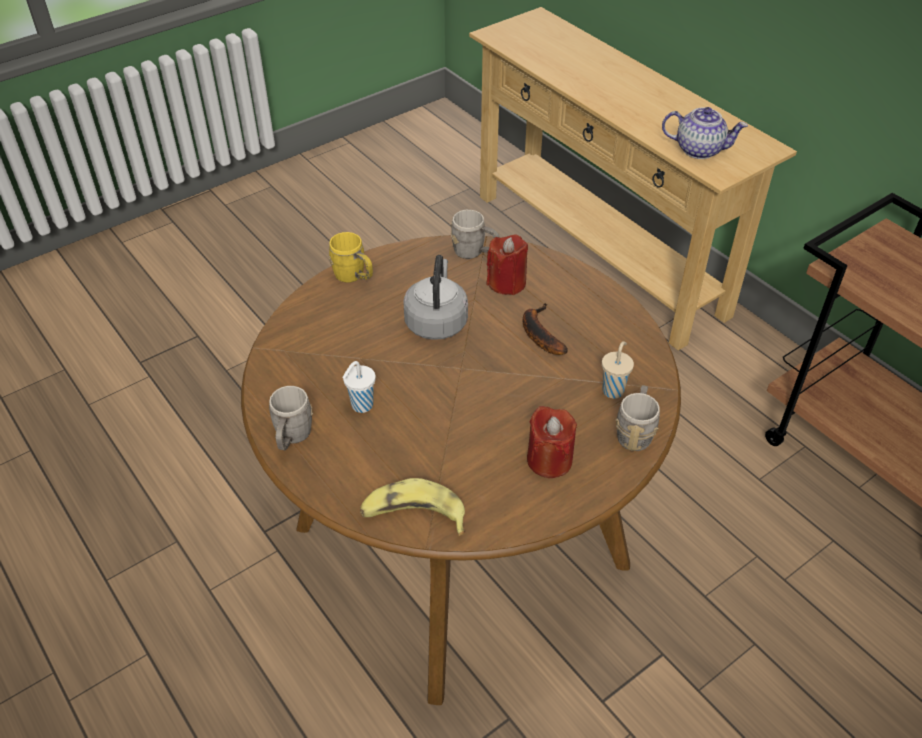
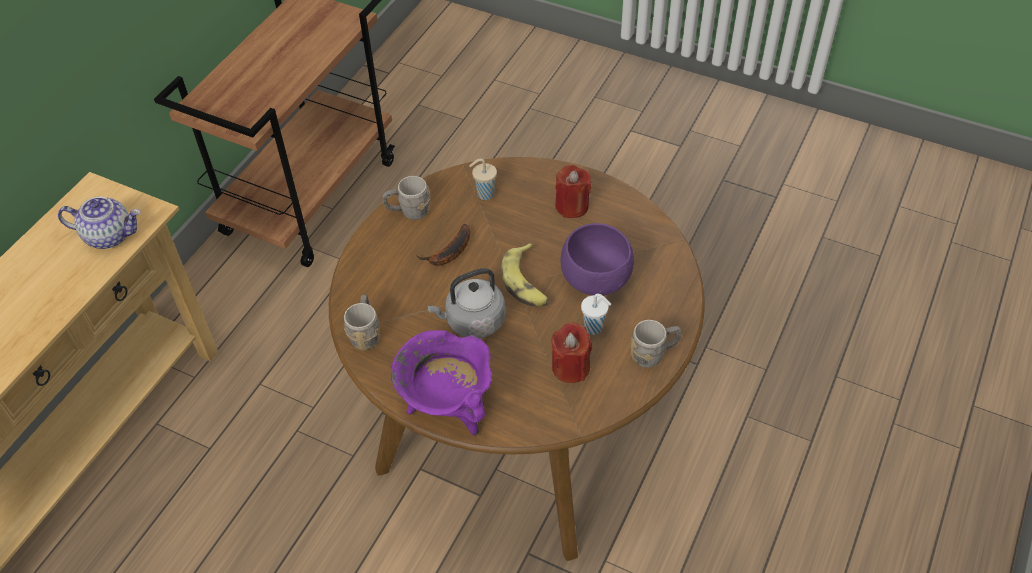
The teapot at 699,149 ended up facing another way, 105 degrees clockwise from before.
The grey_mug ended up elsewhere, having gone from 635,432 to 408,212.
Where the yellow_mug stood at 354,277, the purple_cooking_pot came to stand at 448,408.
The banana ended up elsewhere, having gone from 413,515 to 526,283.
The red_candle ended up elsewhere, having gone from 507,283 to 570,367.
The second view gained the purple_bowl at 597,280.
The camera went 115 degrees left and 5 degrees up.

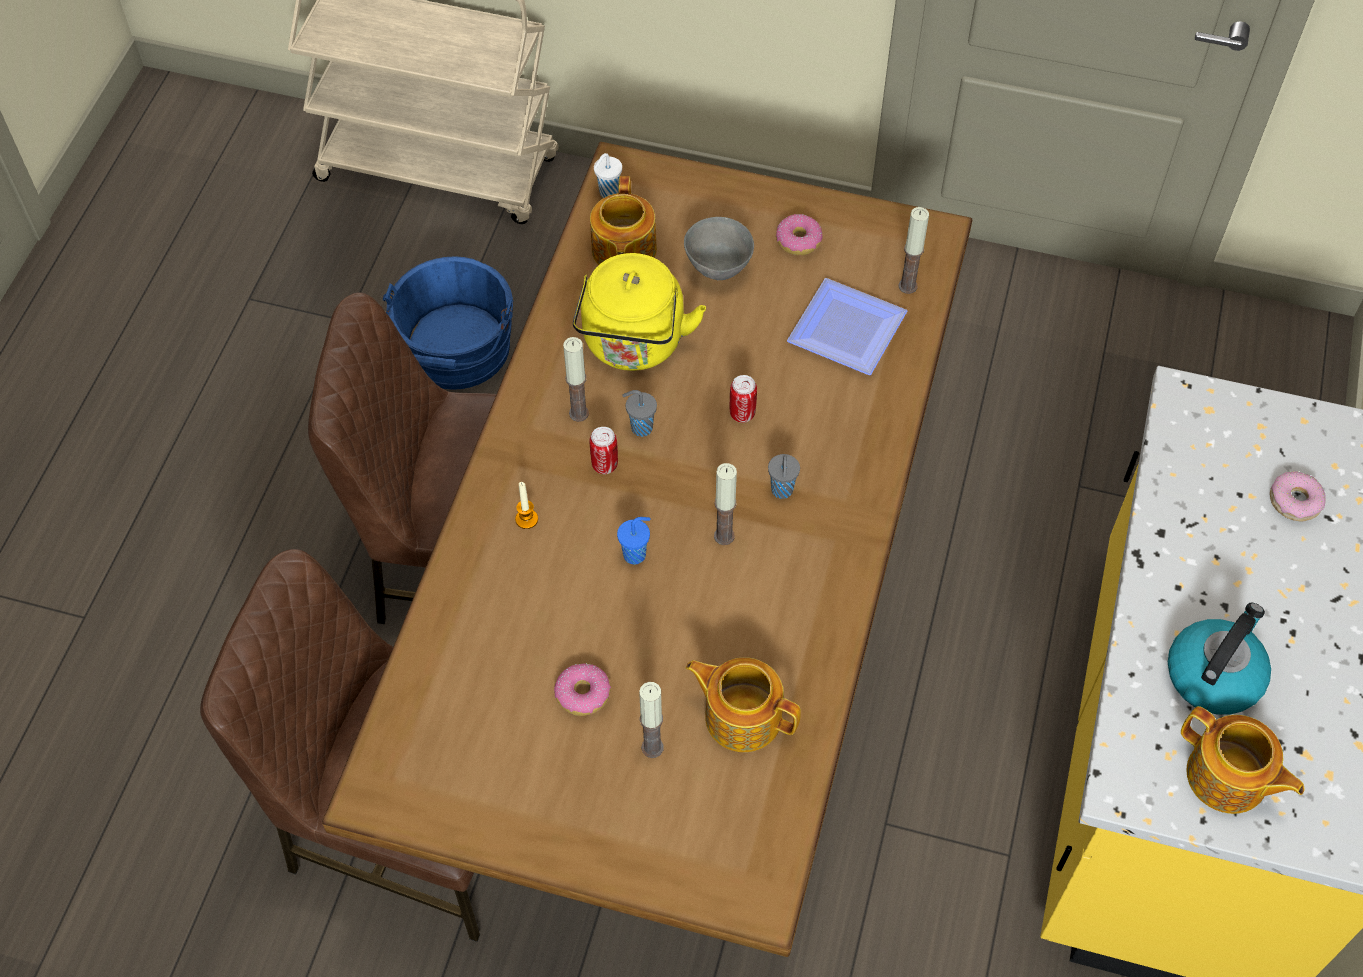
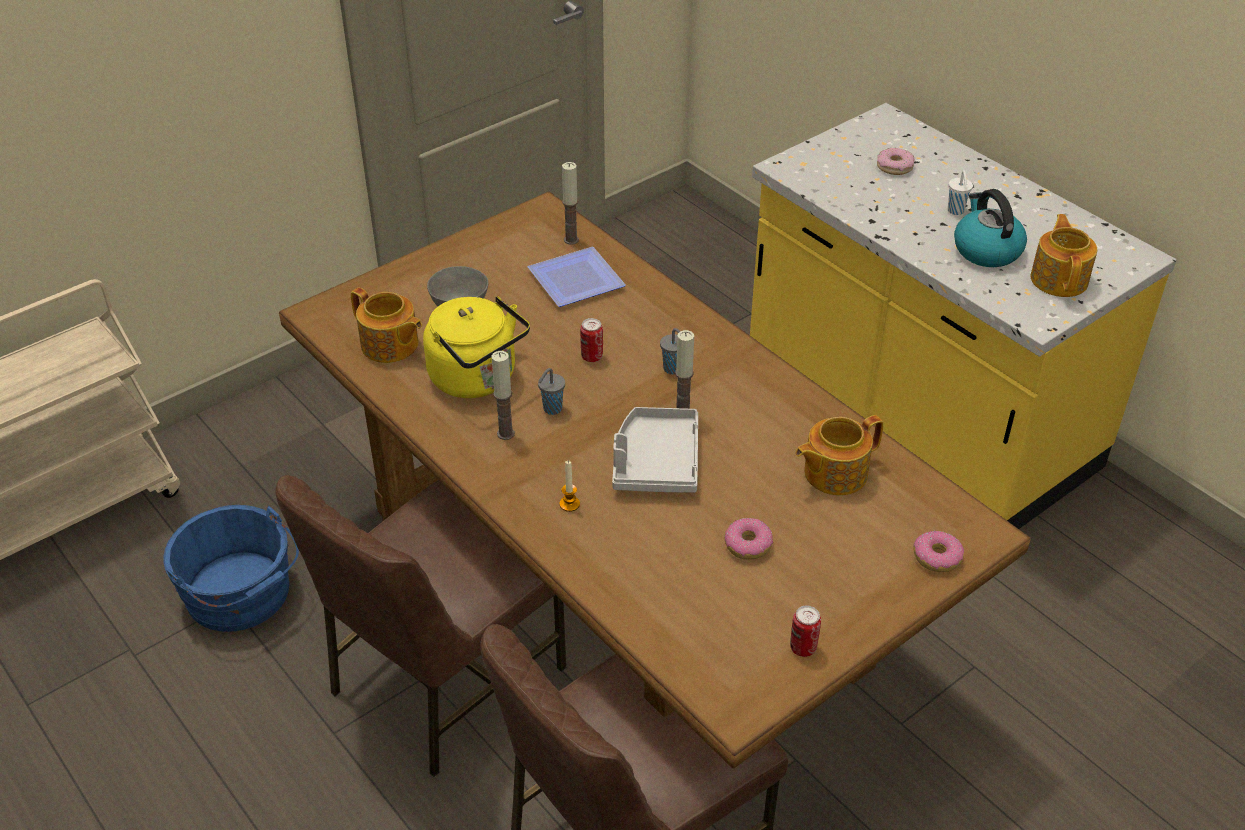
Where the blue_cup stood at 636,554, the grey_tray came to stand at 655,462.
The can ended up elsewhere, having gone from 604,465 to 803,648.
The donut ended up elsewhere, having gone from 798,241 to 937,557.
The white_cup ended up elsewhere, having gone from 608,193 to 956,211.
The teapot at 1227,778 ended up facing another way, 75 degrees counterclockwise from before.
The second view lost the candle at 652,747.
The camera went 55 degrees left and 15 degrees down.

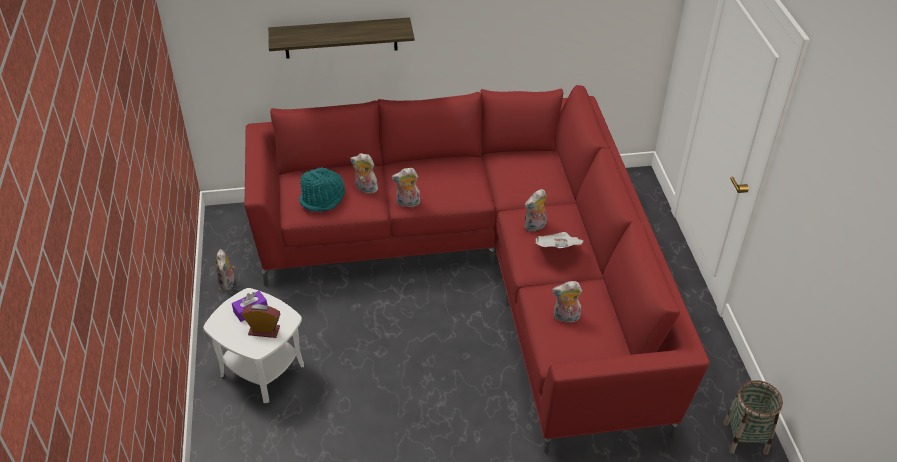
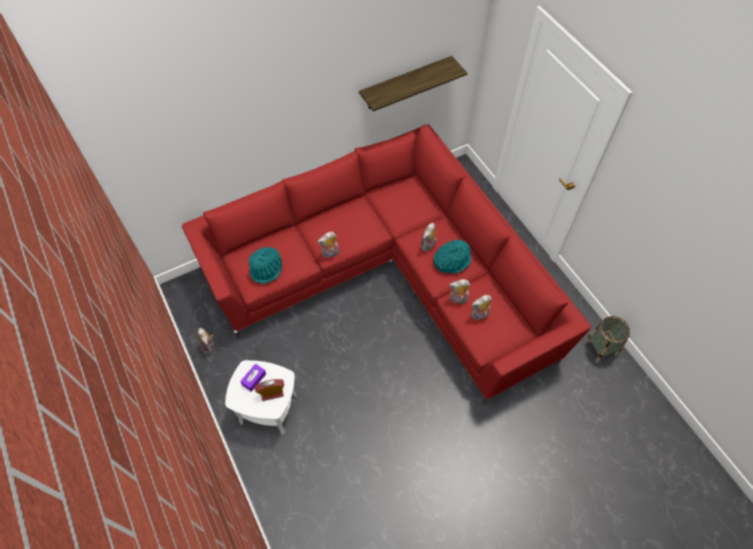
The shelf ended up elsewhere, having gone from 341,38 to 405,83.
Where the newspaper stood at 557,249, the turquoise_hat came to stand at 451,261.
The plush_toy ended up elsewhere, having gone from 365,189 to 458,299.
The camera went 20 degrees left and 15 degrees up.

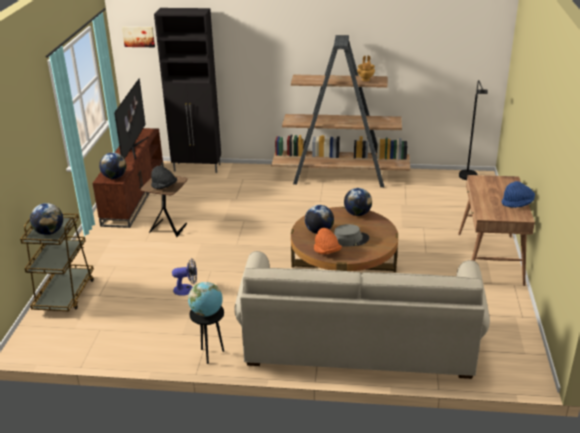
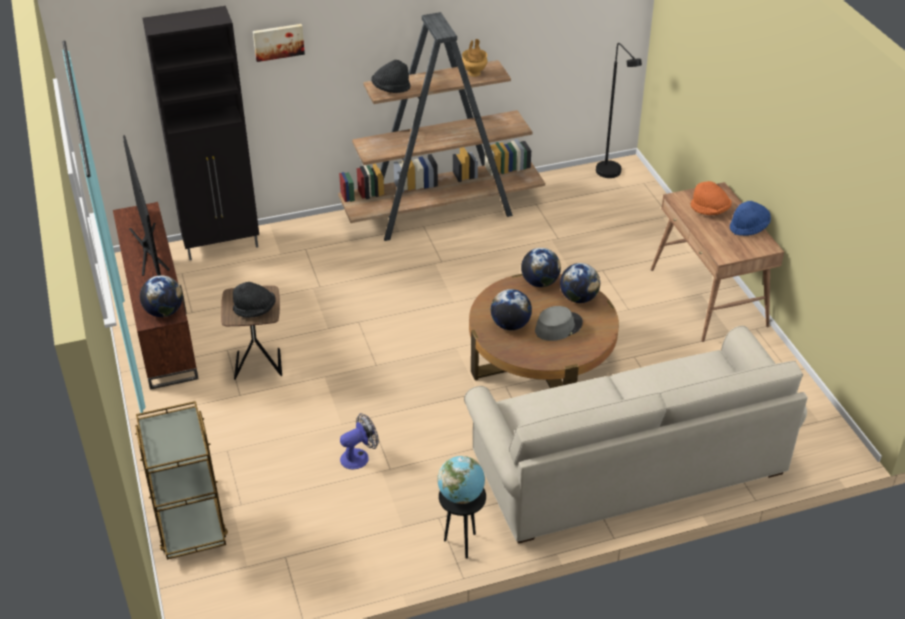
The picture ended up elsewhere, having gone from 139,36 to 278,41.
The second view gained the black_hat at 391,89.
The globe ended up elsewhere, having gone from 49,232 to 578,298.
The orange_hat ended up elsewhere, having gone from 327,251 to 710,210.
The camera went 25 degrees left and 10 degrees up.

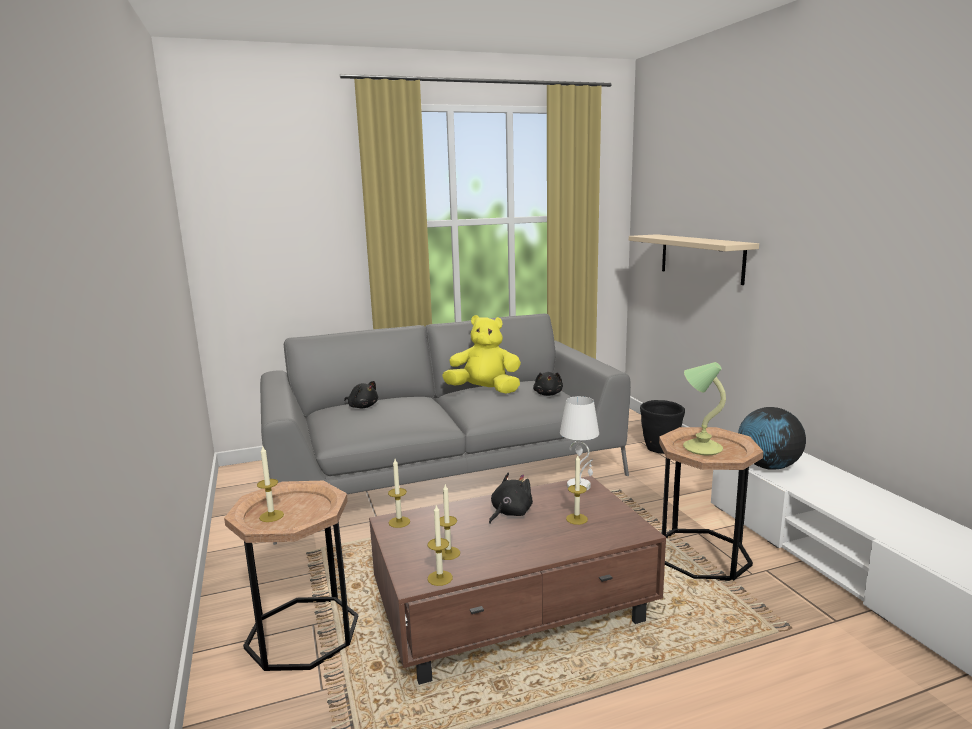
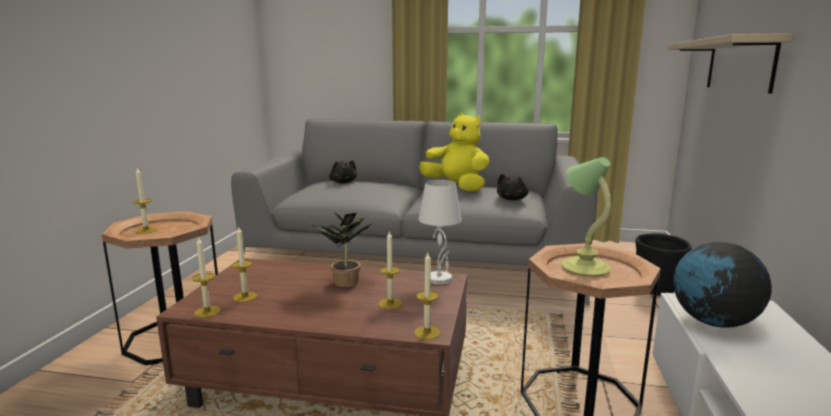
Where the black_plush_toy stood at 509,513, the potted_plant came to stand at 342,283.
The candle ended up elsewhere, having gone from 399,522 to 427,333.
The camera went 30 degrees right and 0 degrees up.

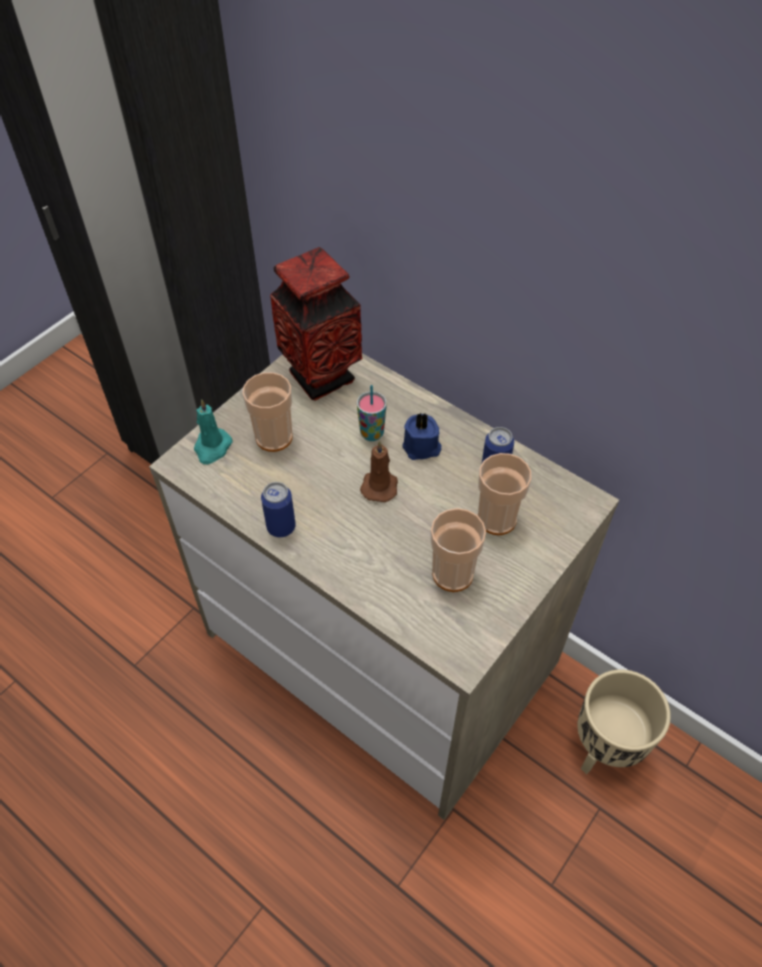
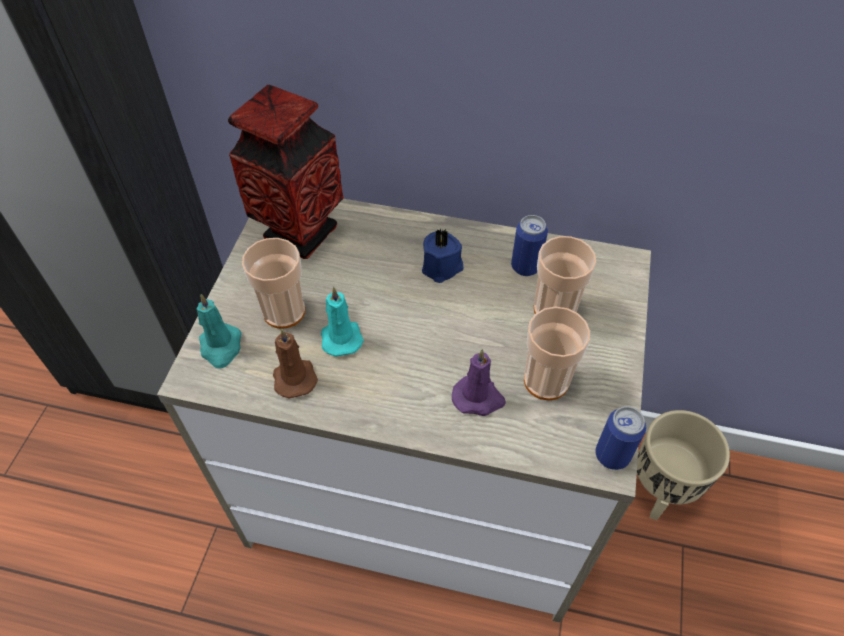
The brown_candle ended up elsewhere, having gone from 380,485 to 294,376.
The second view gained the turquoise_candle at 341,337.
The second view gained the purple_candle at 478,398.
The can ended up elsewhere, having gone from 281,527 to 612,455.
The second view lost the cup at 372,433.
The camera went 25 degrees left and 0 degrees up.

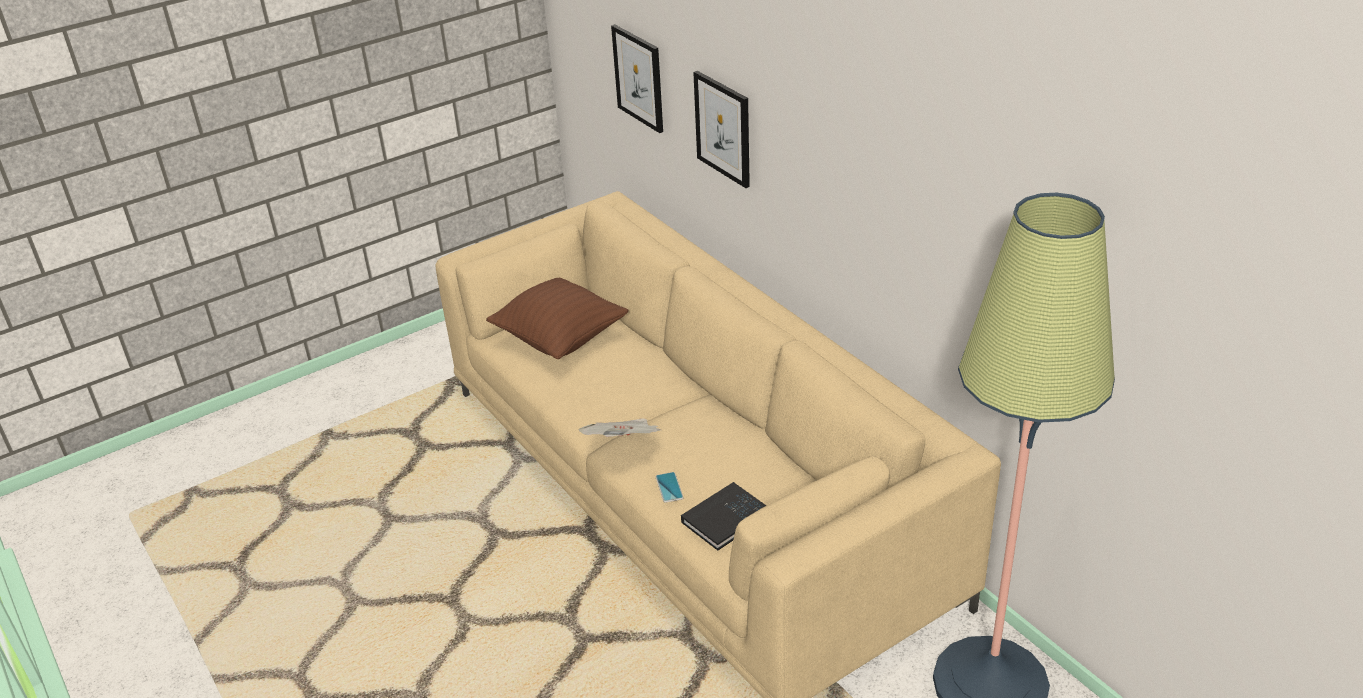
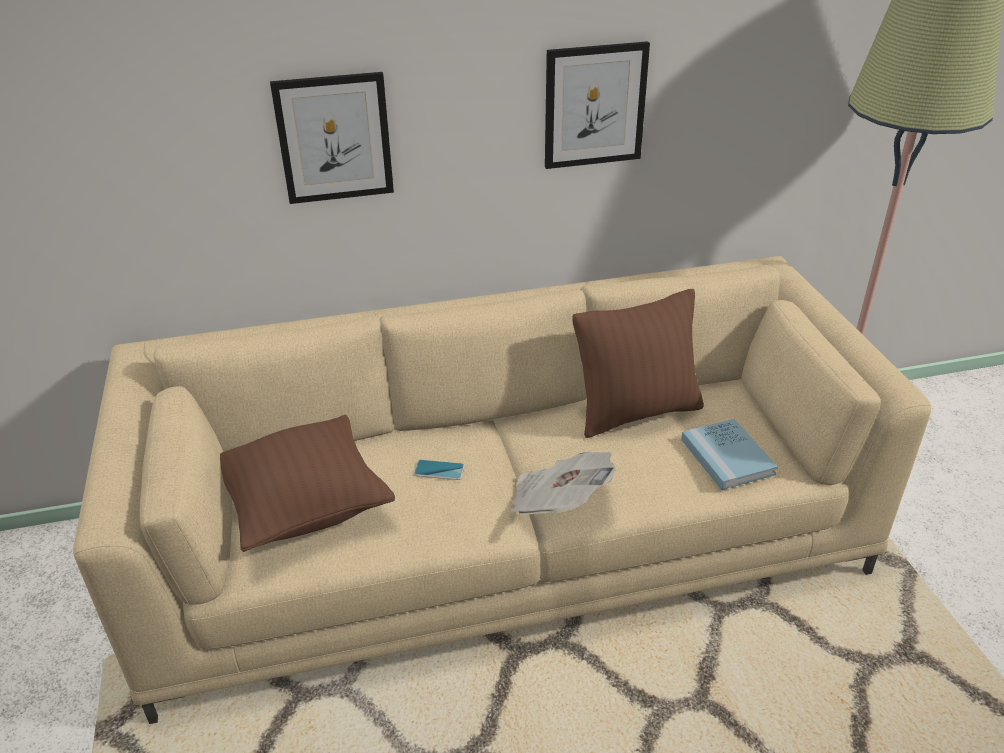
The phone ended up elsewhere, having gone from 669,487 to 439,470.
The picture ended up elsewhere, having gone from 639,78 to 594,105.
The second view gained the brown_pillow at 636,412.
What was the black_book at 725,519 turned into the blue_book at 727,457.
The camera went 70 degrees left and 0 degrees up.

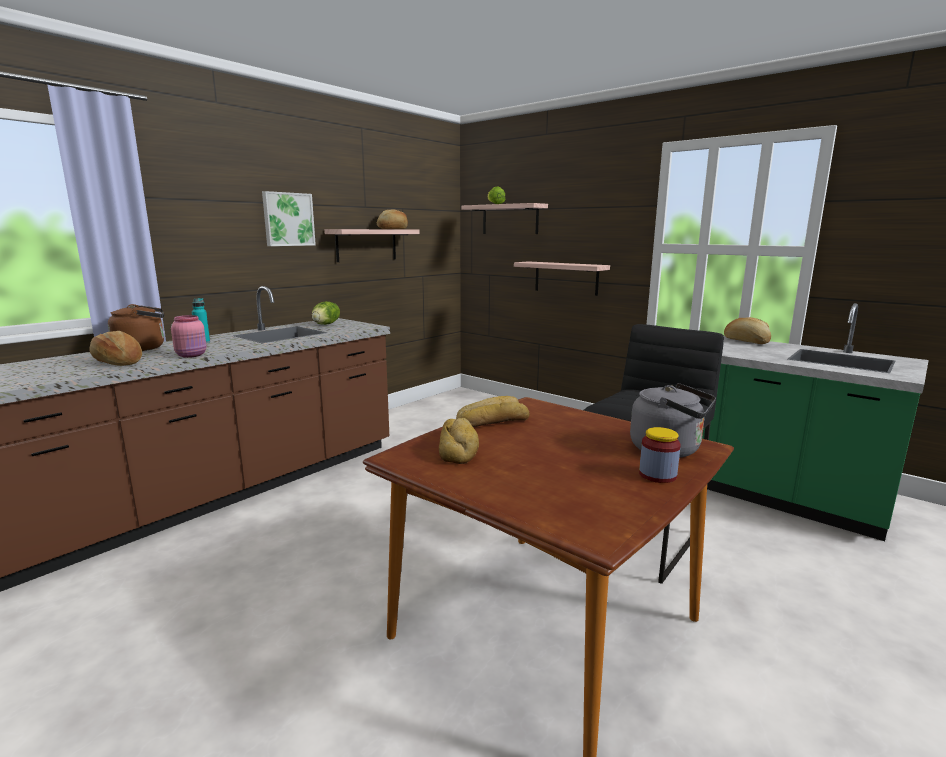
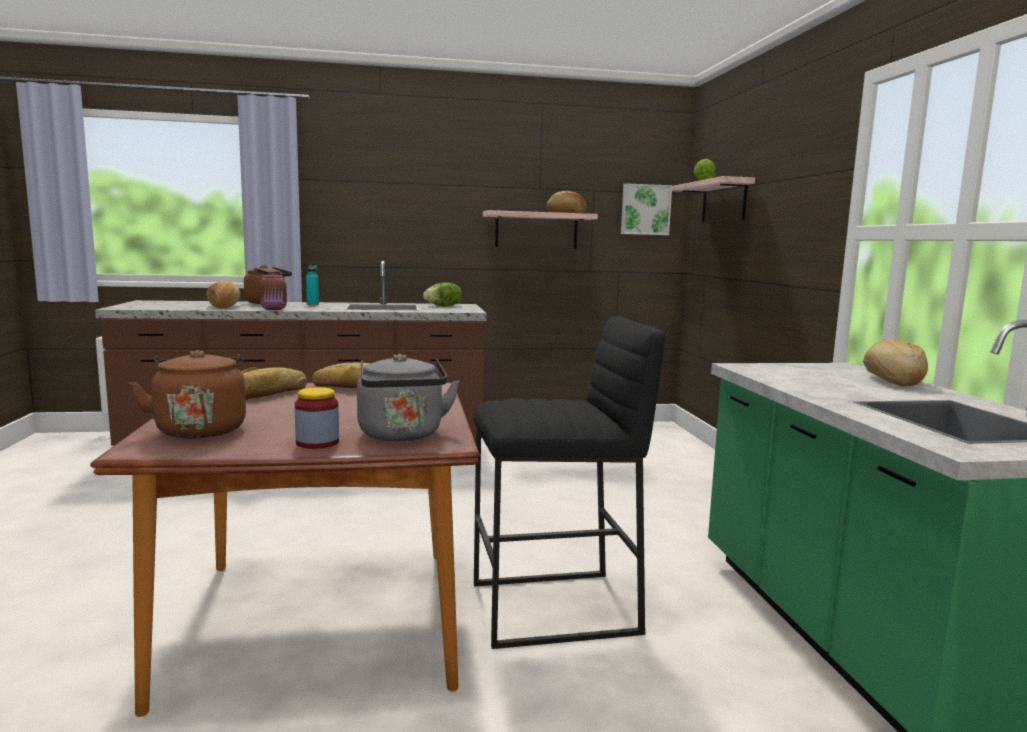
The second view gained the brown_kettle at 200,429.
What was the pink_jar at 192,355 turned into the brown_jar at 274,309.
The picture ended up elsewhere, having gone from 288,219 to 645,209.
The second view lost the shelf at 566,278.
The camera went 40 degrees right and 5 degrees down.

